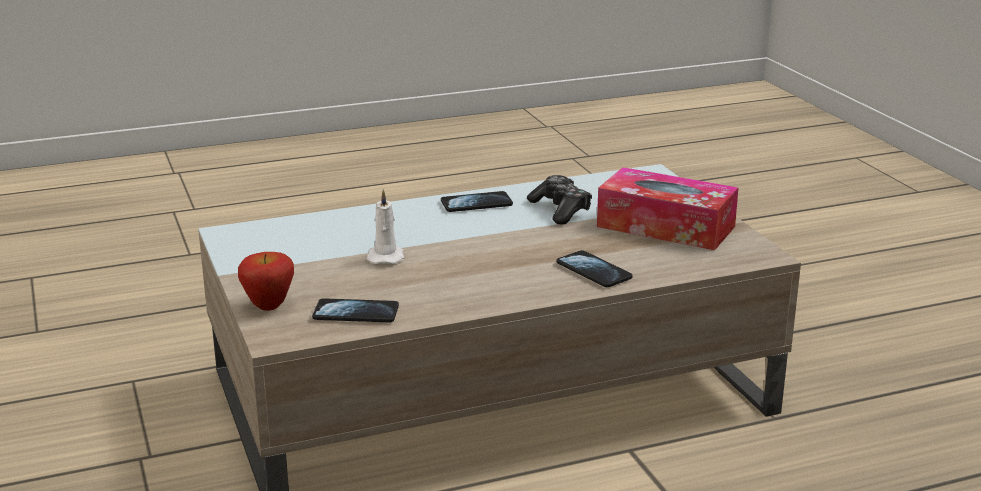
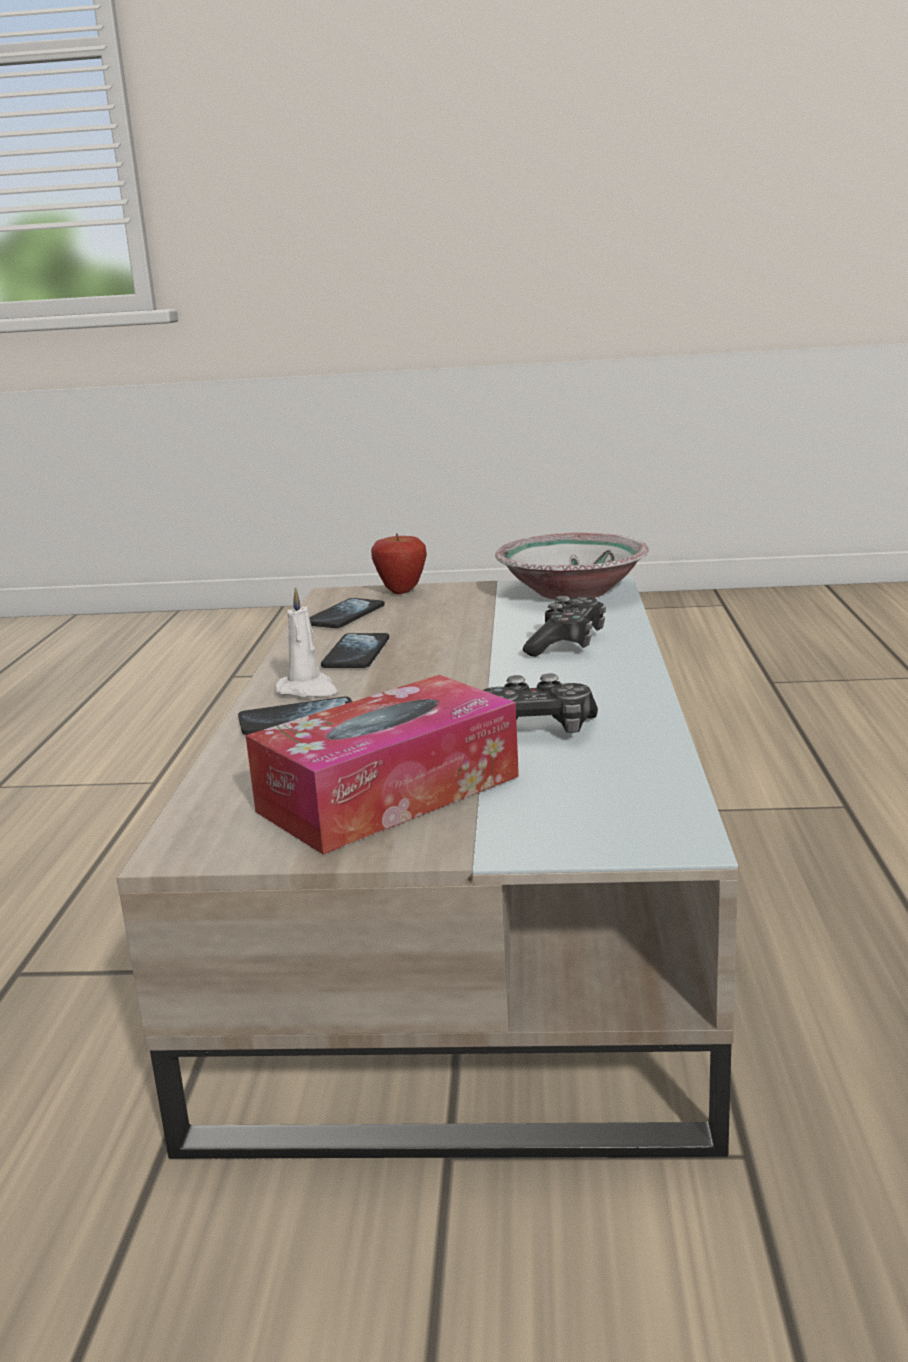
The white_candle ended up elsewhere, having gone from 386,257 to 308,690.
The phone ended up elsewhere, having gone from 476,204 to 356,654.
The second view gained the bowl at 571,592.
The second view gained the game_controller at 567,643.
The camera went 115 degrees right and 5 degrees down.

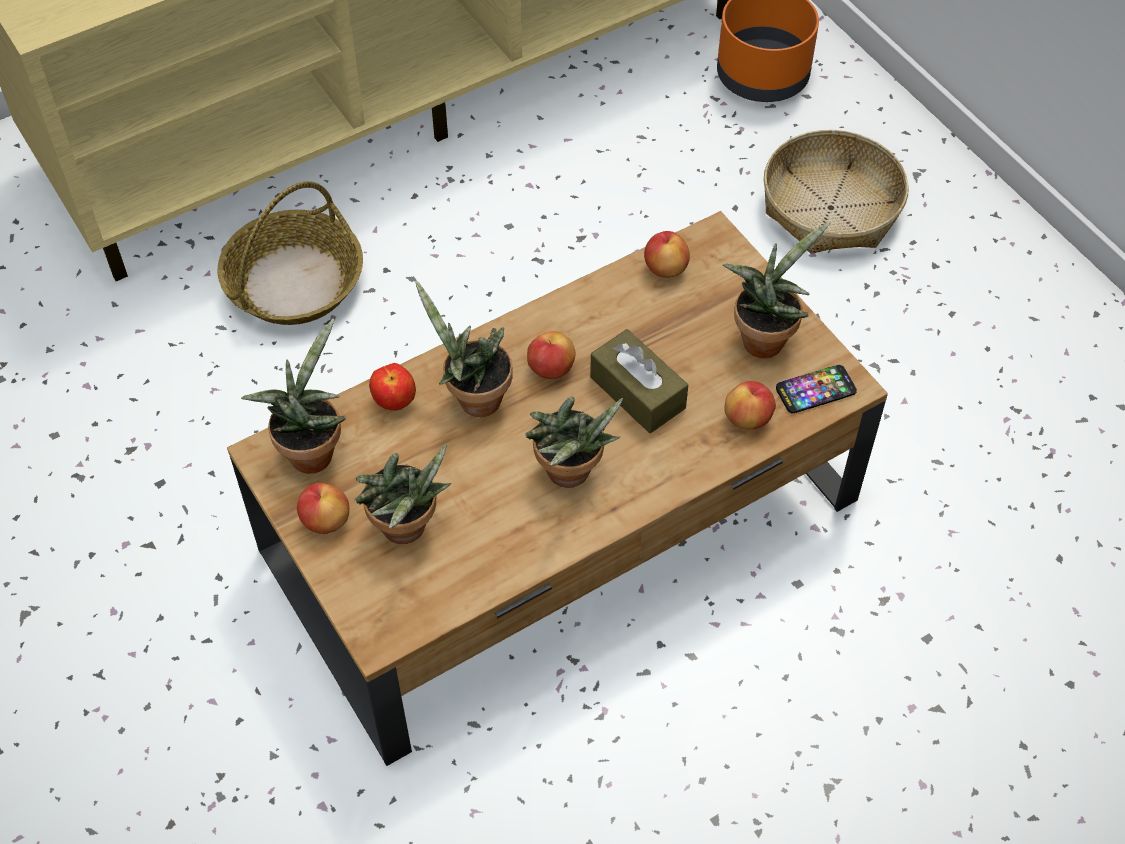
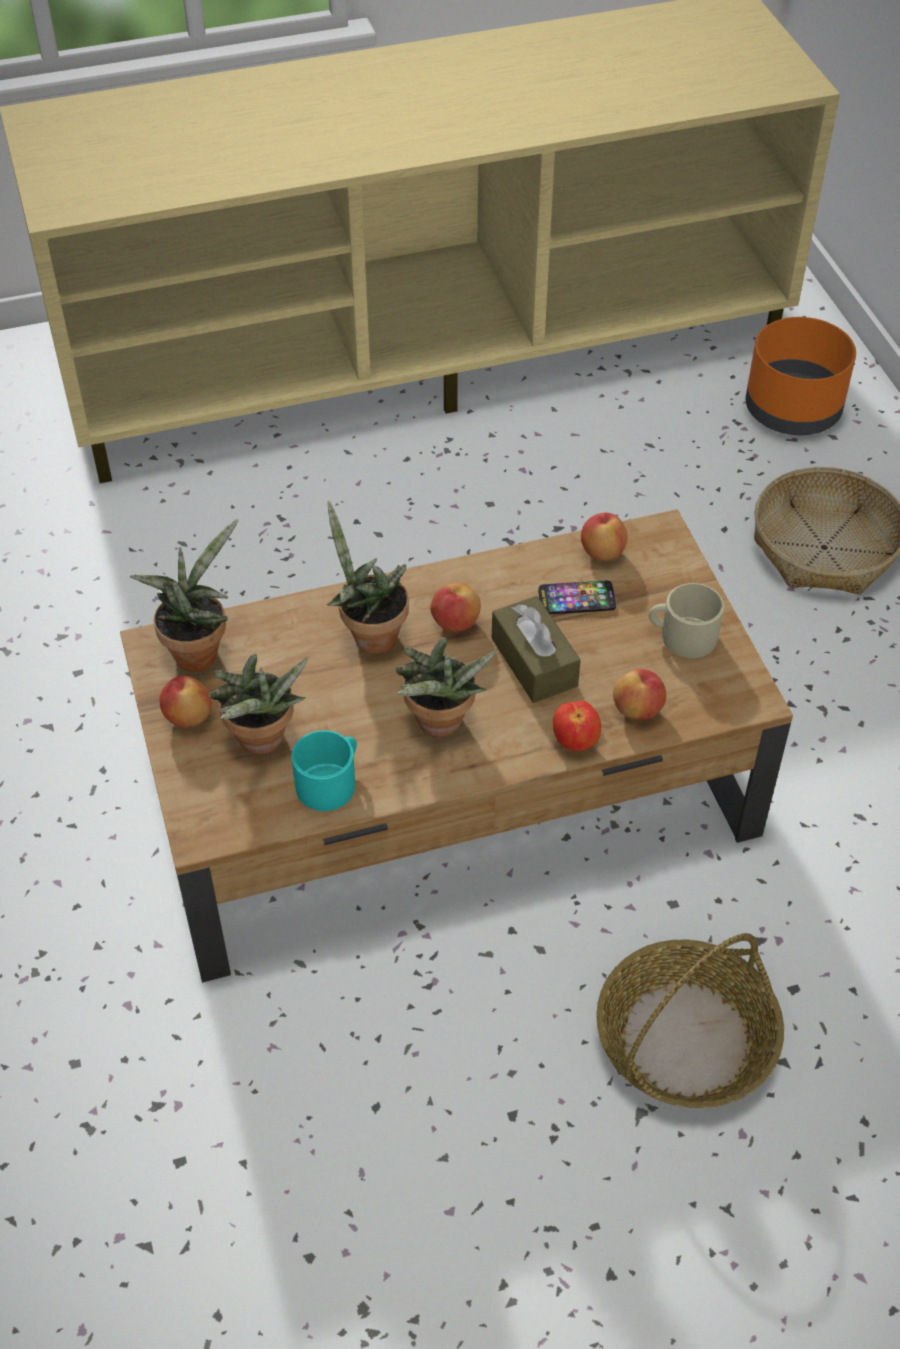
The second view gained the turquoise_mug at 331,781.
The phone ended up elsewhere, having gone from 815,390 to 576,599.
The apple ended up elsewhere, having gone from 395,402 to 575,742.
The basket ended up elsewhere, having gone from 294,283 to 685,1040.
Where the potted_plant stood at 764,337, the beige_mug came to stand at 681,636.
The camera went 15 degrees right and 5 degrees down.

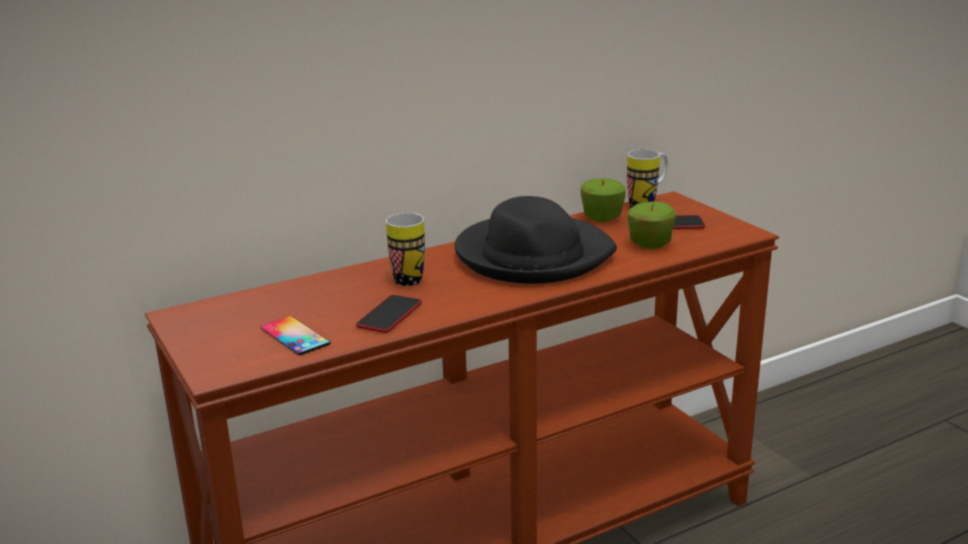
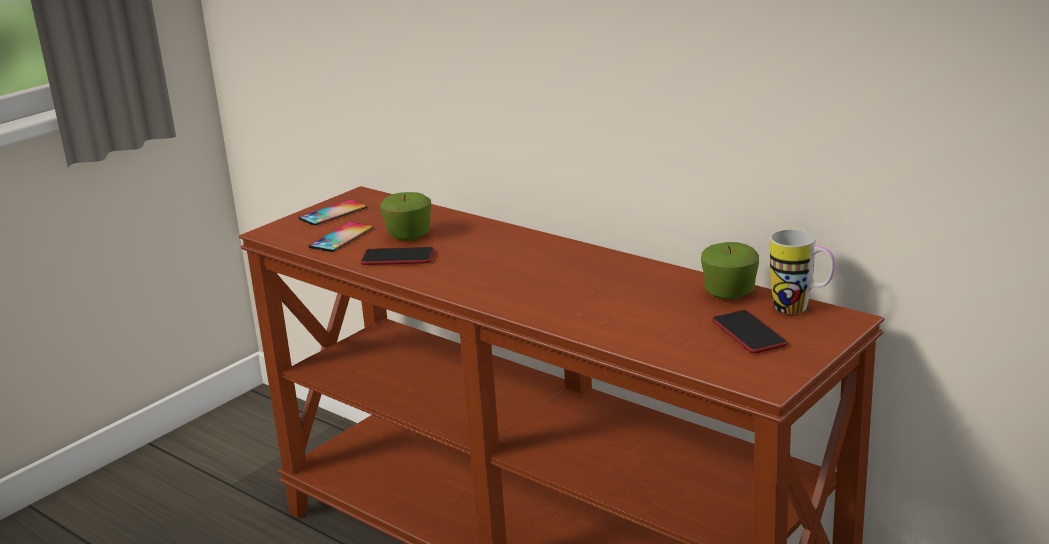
The second view gained the phone at 333,213.
The apple ended up elsewhere, having gone from 650,244 to 408,235.
The second view lost the mug at 412,277.
The second view lost the black_hat at 532,255.
The camera went 70 degrees right and 0 degrees up.

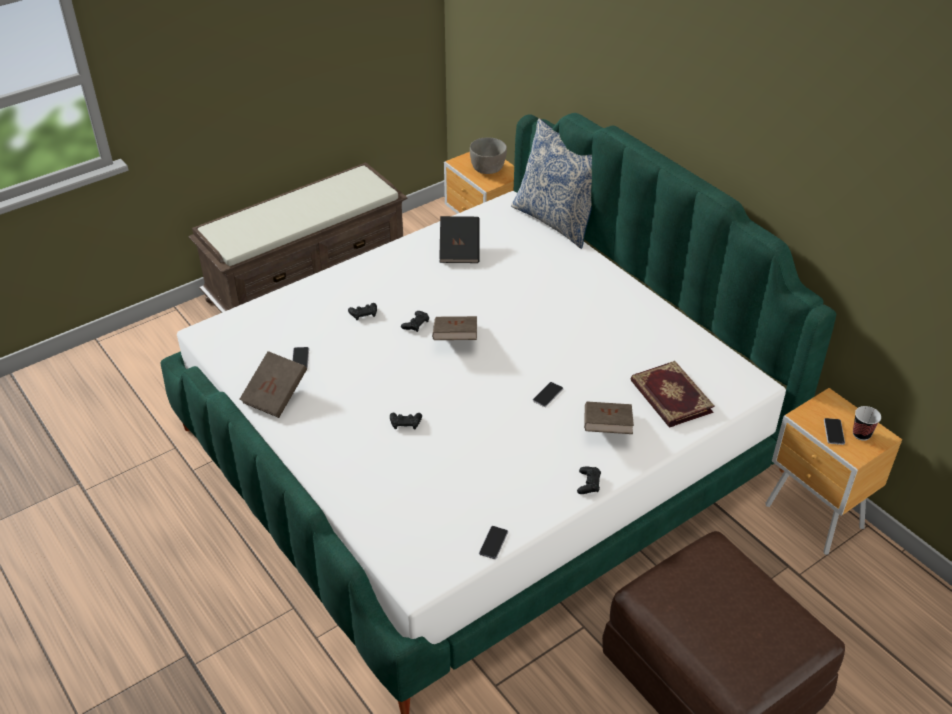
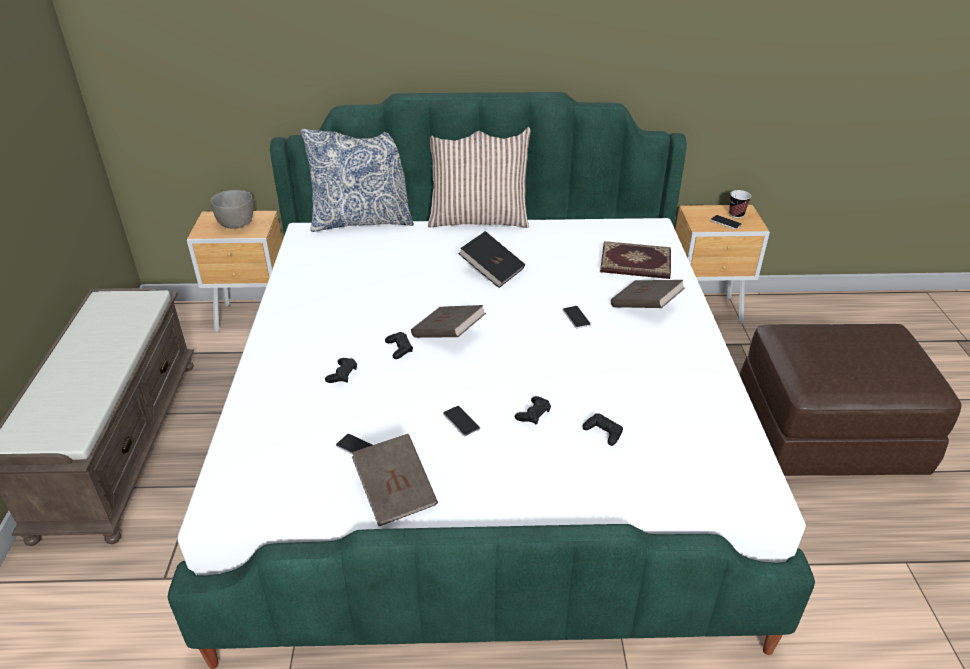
The second view gained the pillow at 479,219.
The phone ended up elsewhere, having gone from 493,543 to 461,421.
The black_book ended up elsewhere, having gone from 459,250 to 492,271.
The black_game_controller ended up elsewhere, having gone from 588,483 to 603,432.
The camera went 55 degrees left and 5 degrees down.

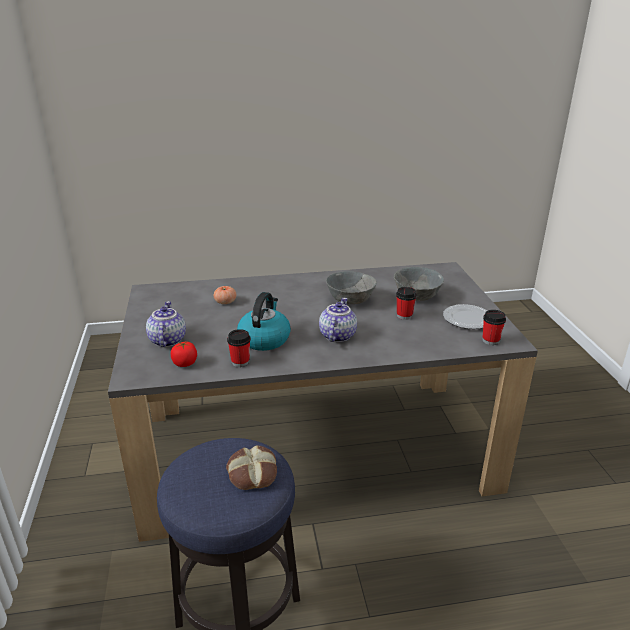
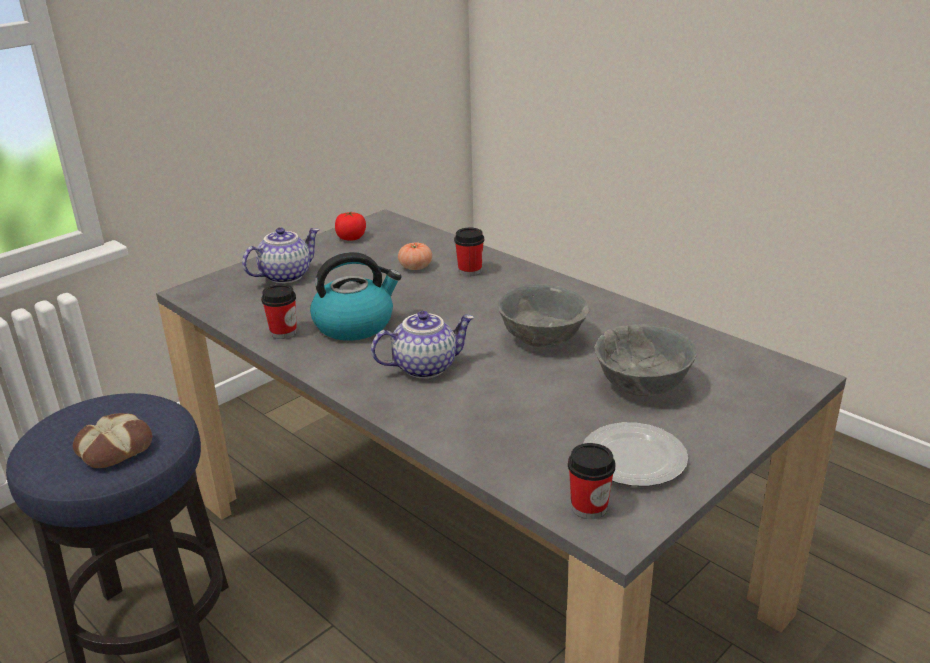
The tomato ended up elsewhere, having gone from 185,363 to 351,238.
The cup ended up elsewhere, having gone from 404,316 to 470,271.
The camera went 55 degrees right and 0 degrees up.

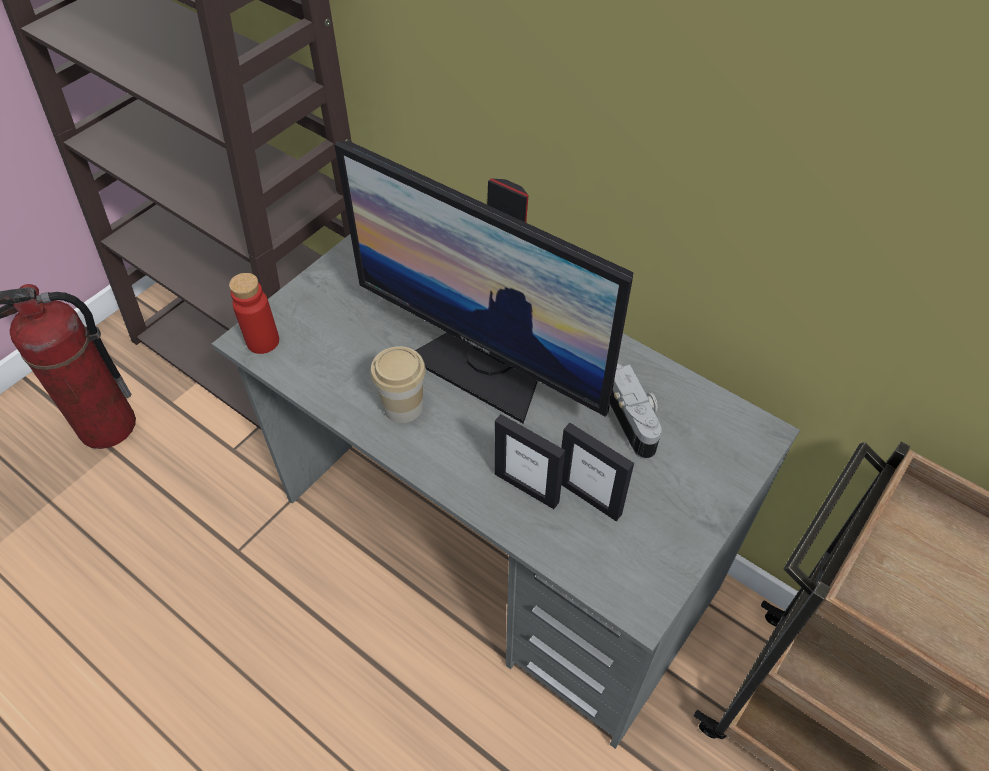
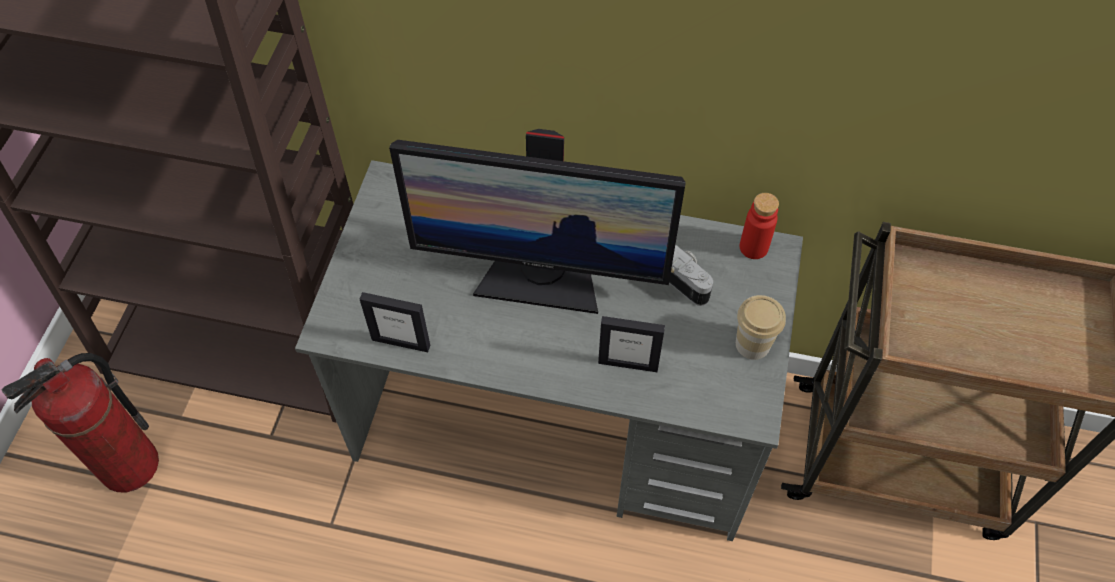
The picture_frame ended up elsewhere, having gone from 589,497 to 401,342.
The cup ended up elsewhere, having gone from 403,407 to 752,344.
The red_bottle ended up elsewhere, having gone from 263,341 to 753,247.
The camera went 25 degrees left and 5 degrees up.

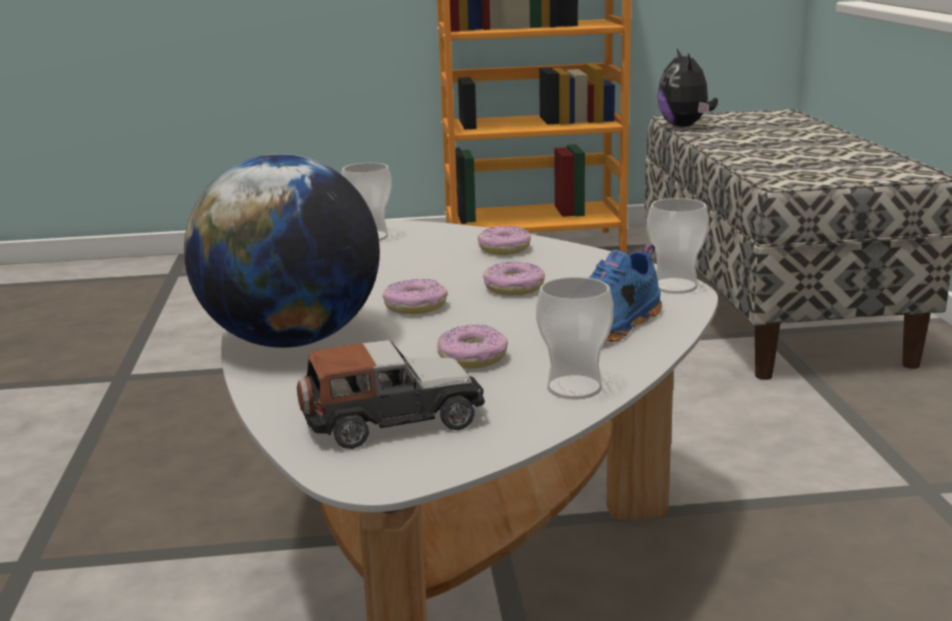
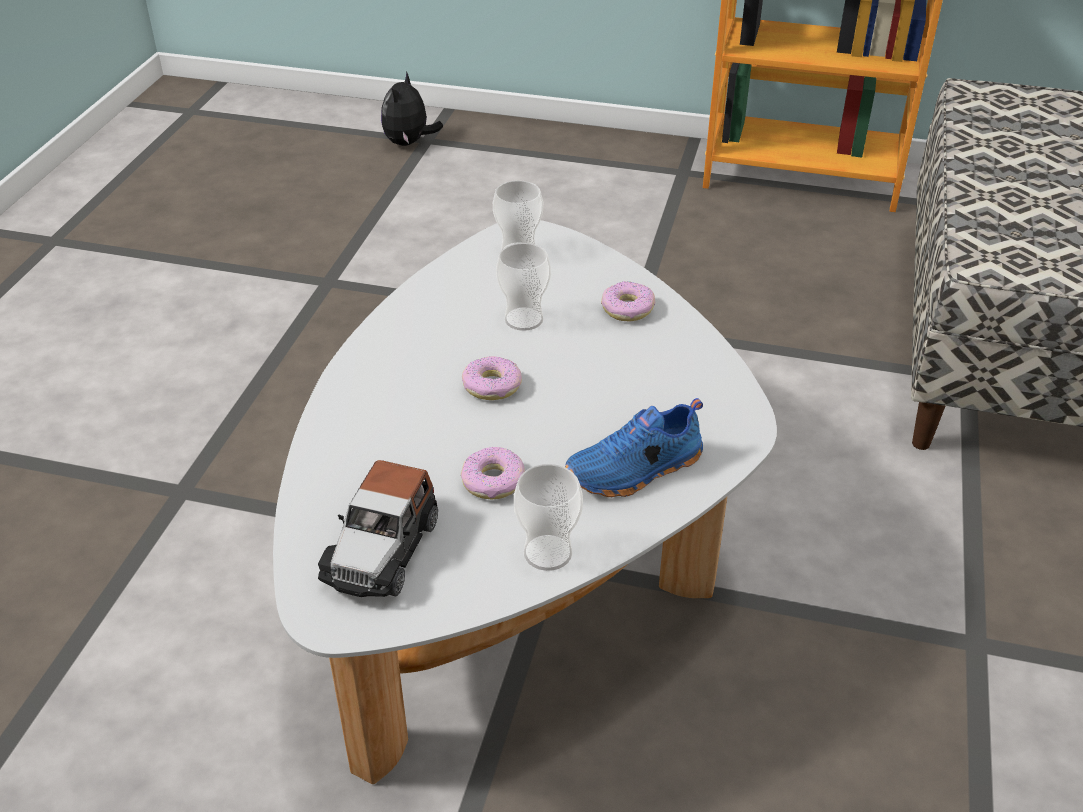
The toy_car at 393,420 ended up facing another way, 105 degrees clockwise from before.
The plush_toy ended up elsewhere, having gone from 685,126 to 409,143.
The cup ended up elsewhere, having gone from 675,286 to 524,319.
The second view lost the globe at 292,341.
The second view lost the donut at 514,288.
The camera went 20 degrees right and 20 degrees up.

